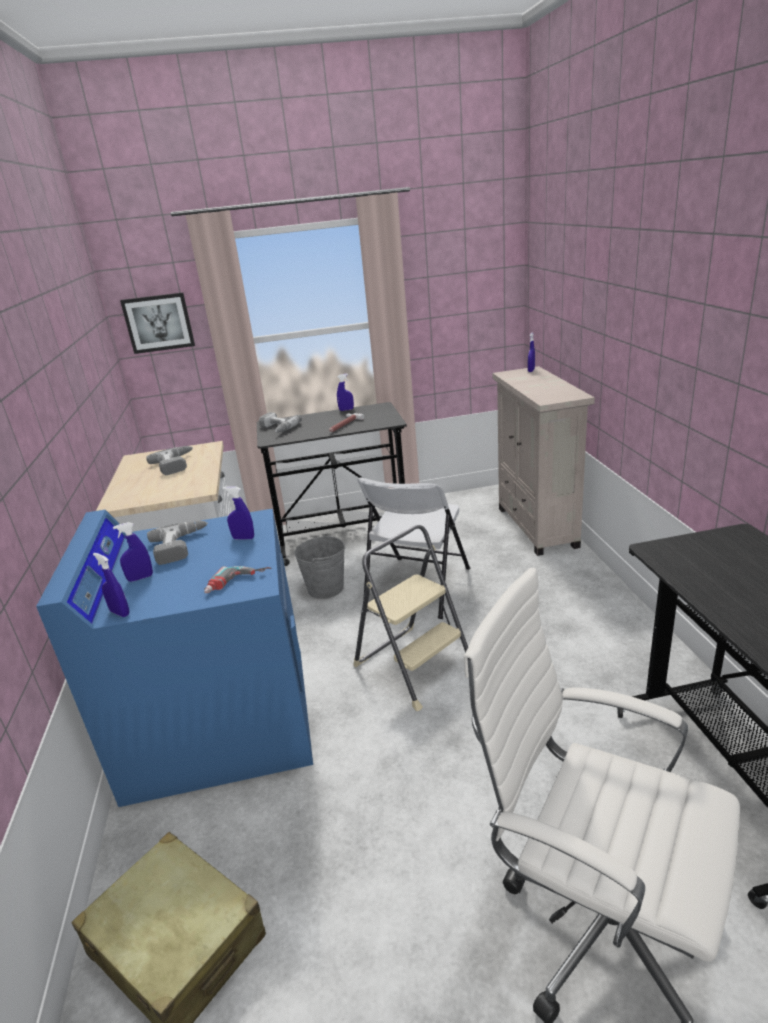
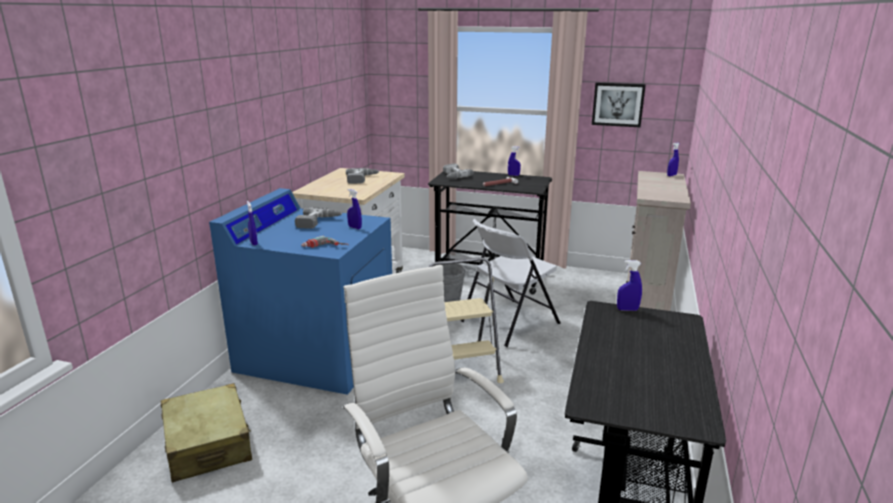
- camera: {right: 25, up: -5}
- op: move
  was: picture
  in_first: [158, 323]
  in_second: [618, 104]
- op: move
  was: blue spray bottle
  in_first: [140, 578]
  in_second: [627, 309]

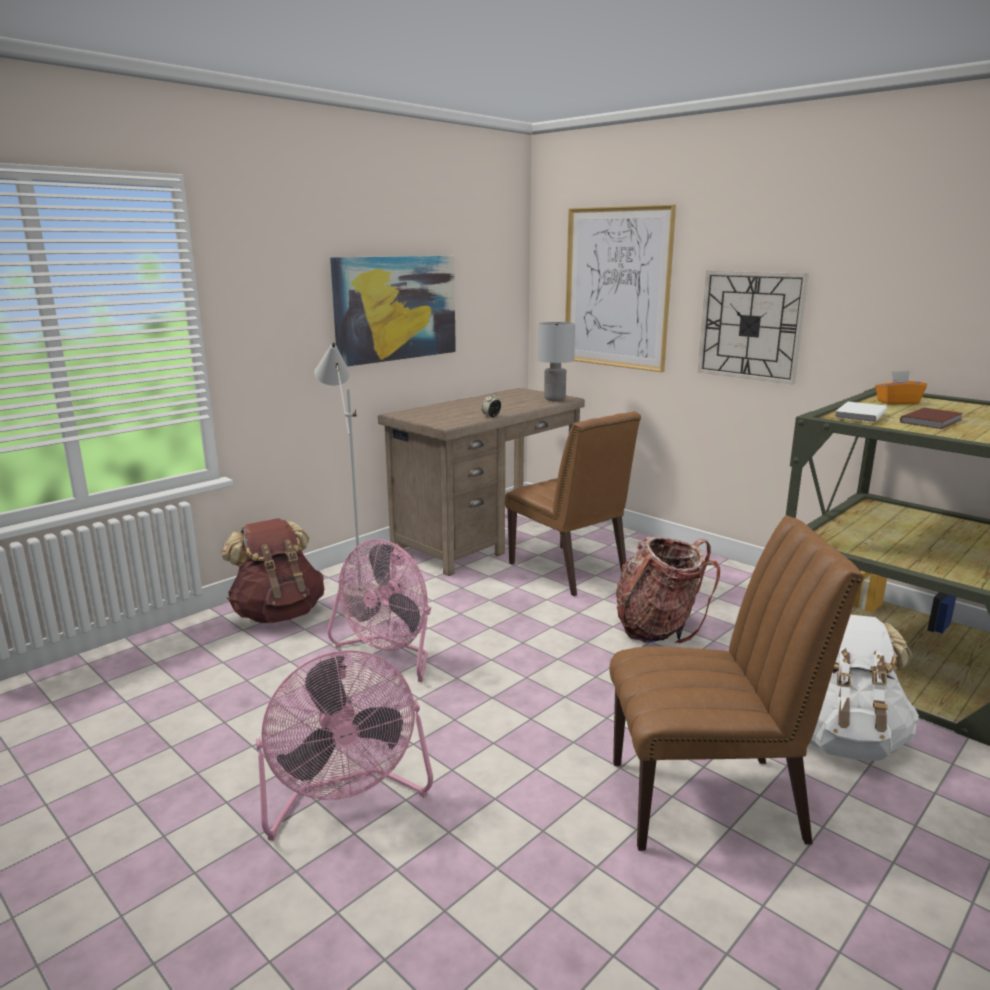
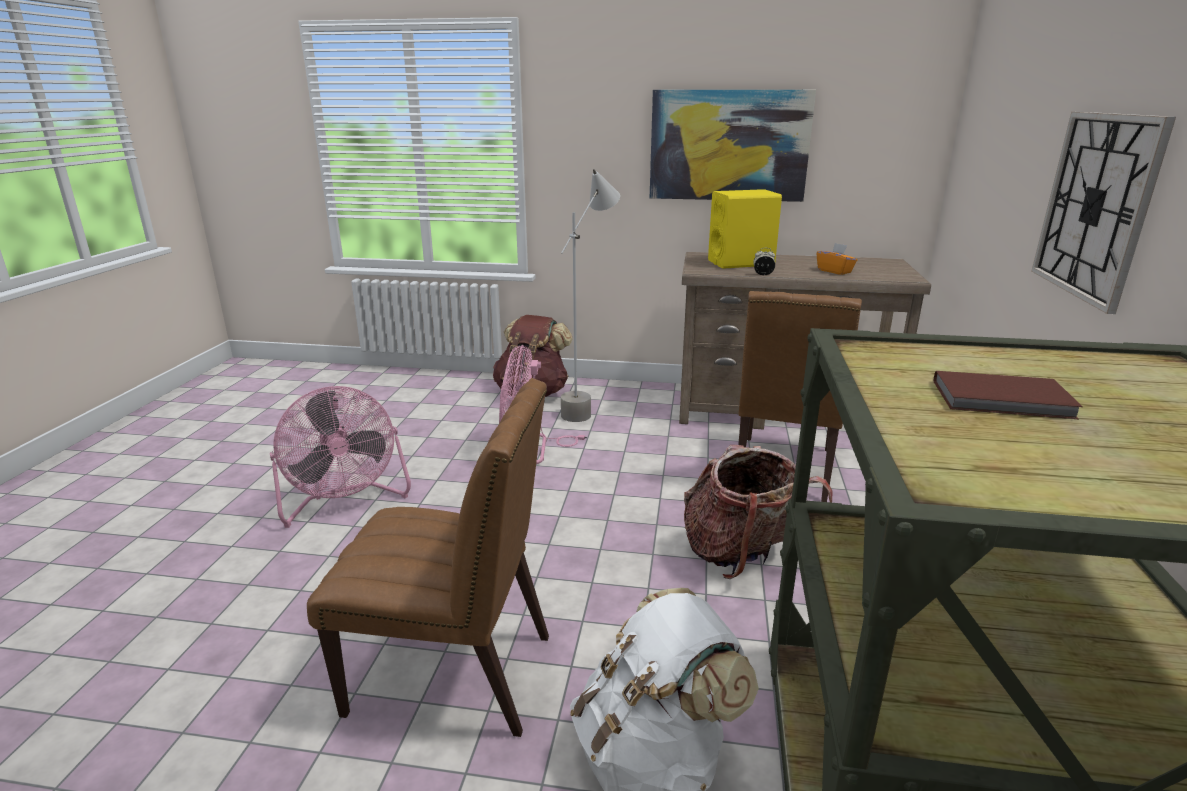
- camera: {right: 55, up: 5}
- op: delete
  was: picture
  in_first: [616, 288]
- op: delete
  was: grey table lamp
  in_first: [554, 400]
- op: move
  was: orange tissue box
  in_first: [897, 402]
  in_second: [834, 271]
- op: delete
  was: white book
  in_first: [858, 414]
- op: rotate
  was: brown chair
  in_first: [704, 802]
  in_second: [450, 674]
  clockwise: -45
- op: rotate
  was: pink fan
  in_first: [338, 797]
  in_second: [339, 501]
  clockwise: -60
- op: insert
  now: yellow speaker
  in_second: [741, 263]

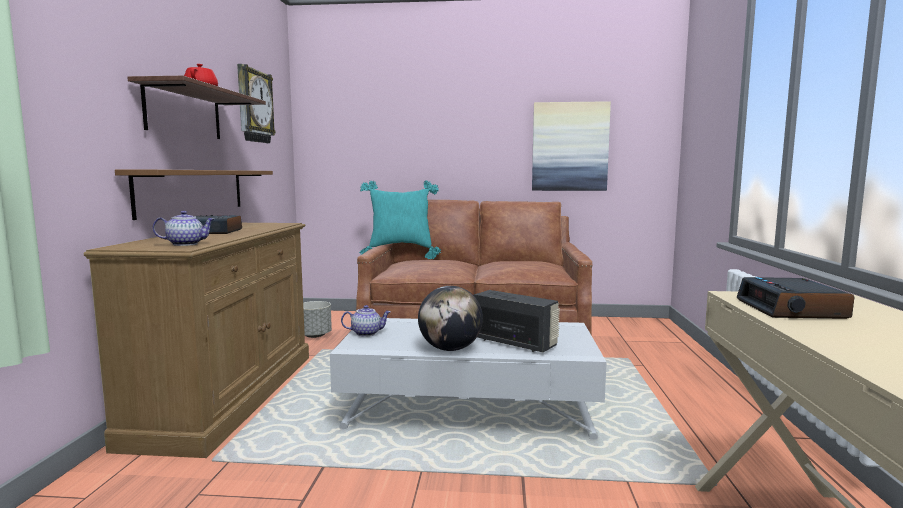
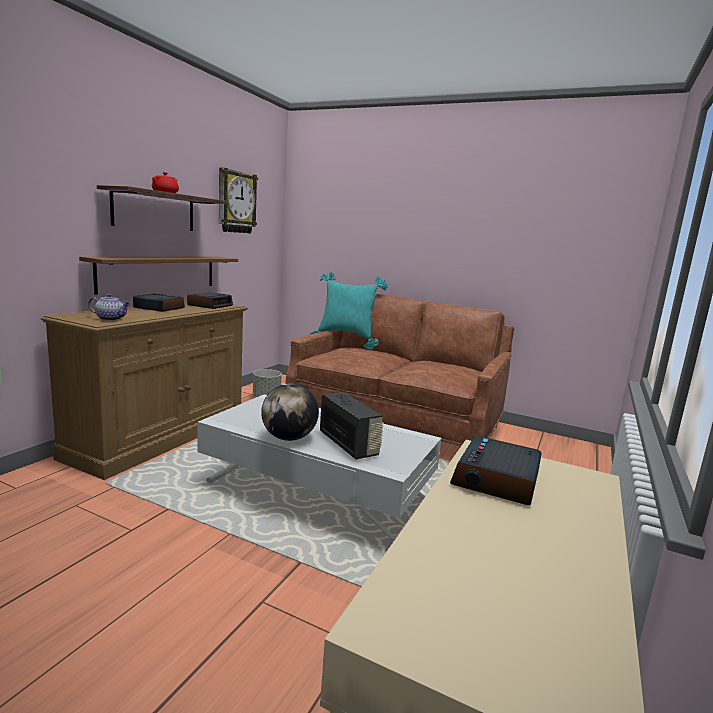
- camera: {right: 20, up: 5}
- op: delete
  was: picture
  in_first: [570, 147]
- op: delete
  was: teapot
  in_first: [366, 333]
- op: insert
  now: alarm clock
  in_second: [210, 305]

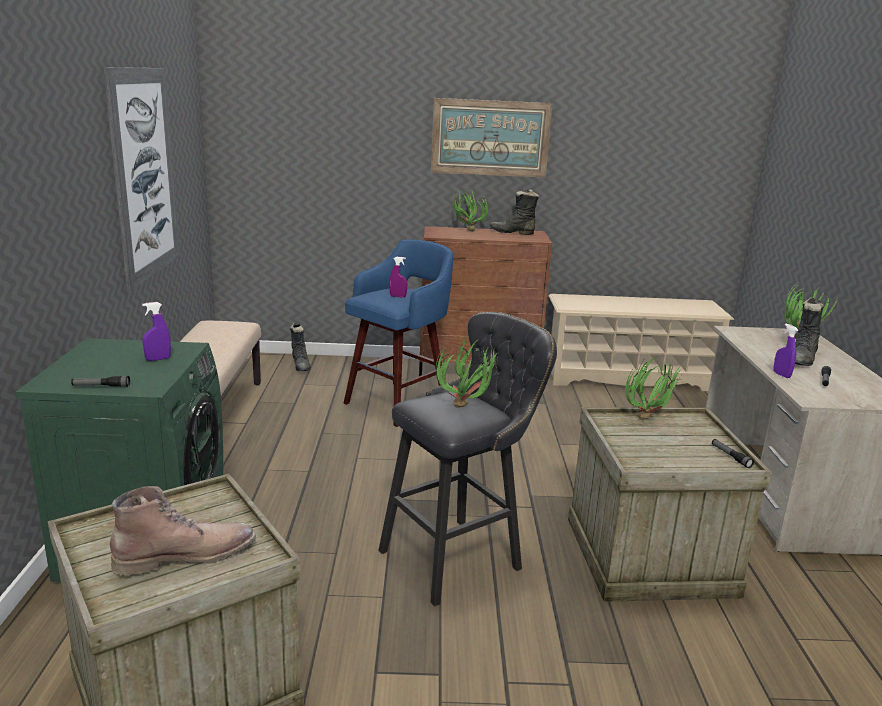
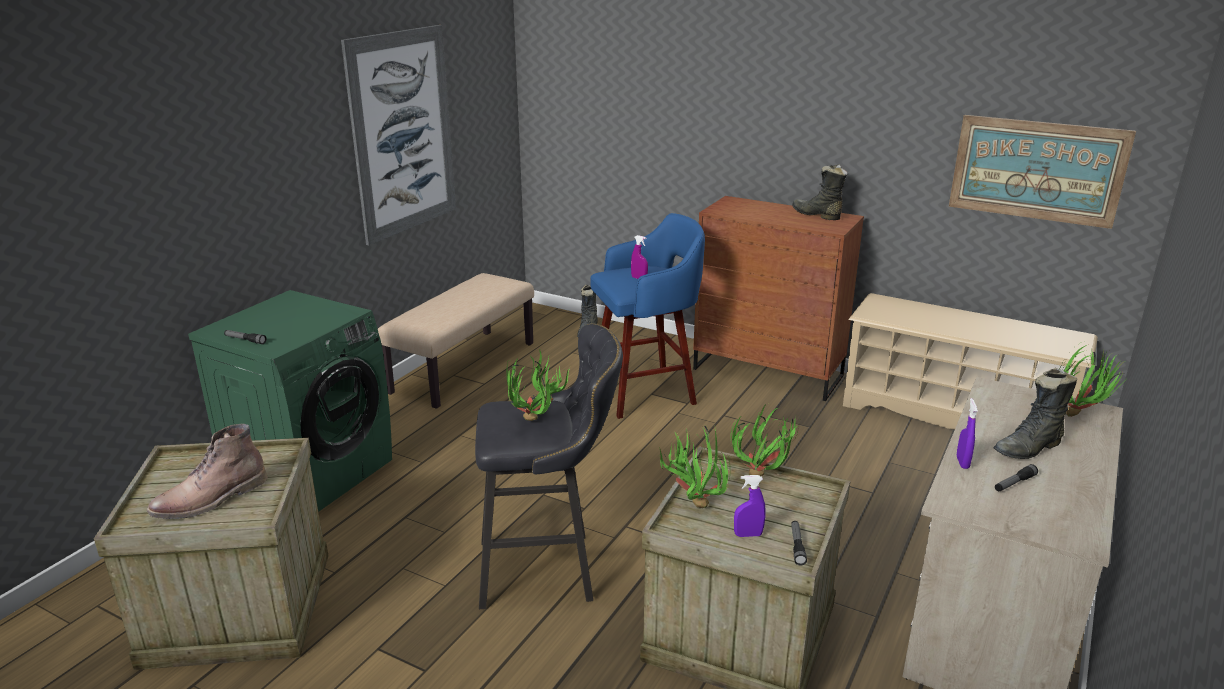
- camera: {right: 30, up: 5}
- op: move
  was: picture
  in_first: [490, 138]
  in_second: [1037, 170]
- op: move
  was: potted plant
  in_first: [466, 231]
  in_second: [693, 503]
- op: move
  was: purple spray bottle
  in_first: [158, 359]
  in_second: [748, 535]
- op: rotate
  was: brown boot
  in_first: [186, 555]
  in_second: [210, 499]
  clockwise: 135

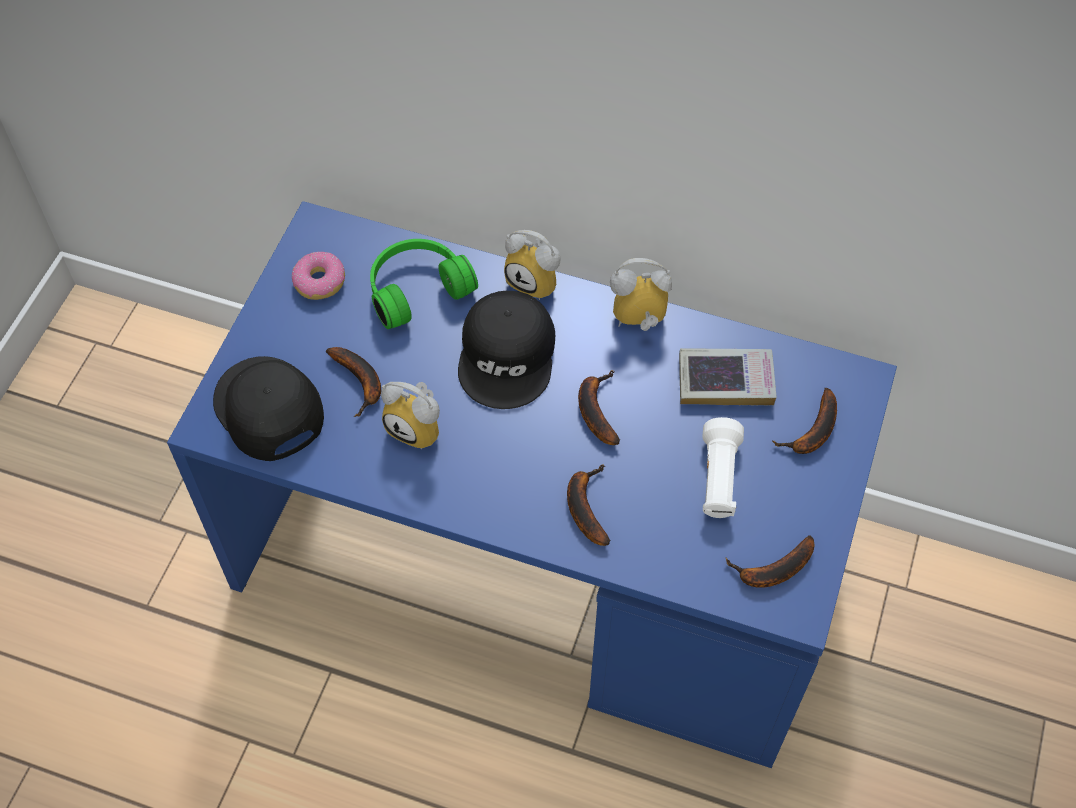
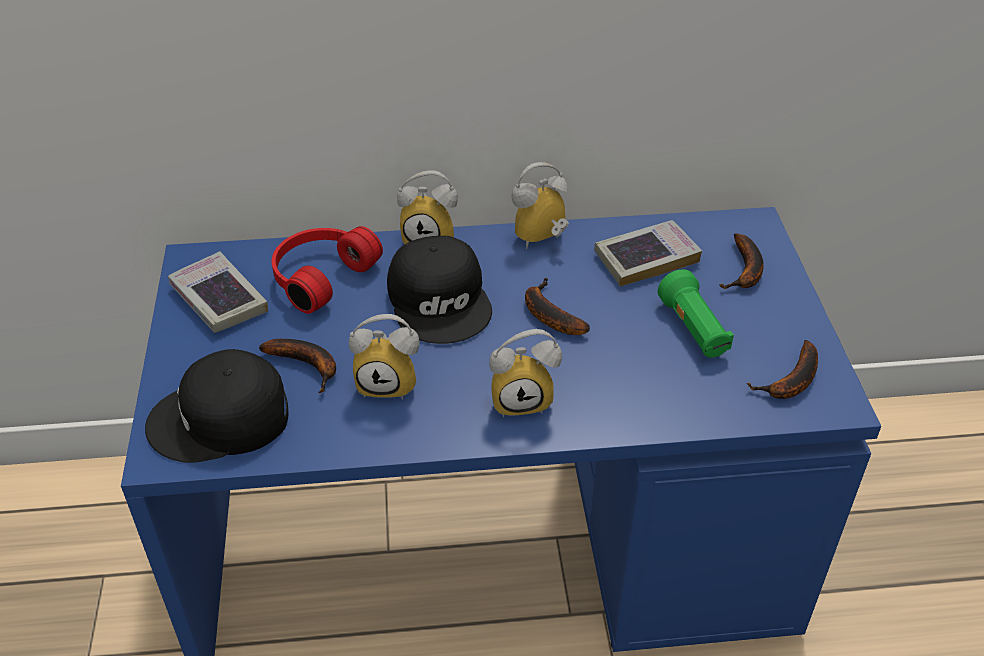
- camera: {right: -25, up: -15}
- op: recolor
  was: green headphones
  now: red headphones
  in_first: [416, 288]
  in_second: [319, 276]
- op: replace
  was: donut
  now: book
  in_first: [319, 281]
  in_second: [218, 299]
- op: rotate
  was: black cap
  in_first: [267, 410]
  in_second: [221, 420]
  clockwise: -45
- op: recolor
  was: white flashlight
  now: green flashlight
  in_first: [718, 479]
  in_second: [693, 330]
- op: delete
  was: banana
  in_first: [585, 506]
- op: insert
  now: alarm clock
  in_second: [522, 398]

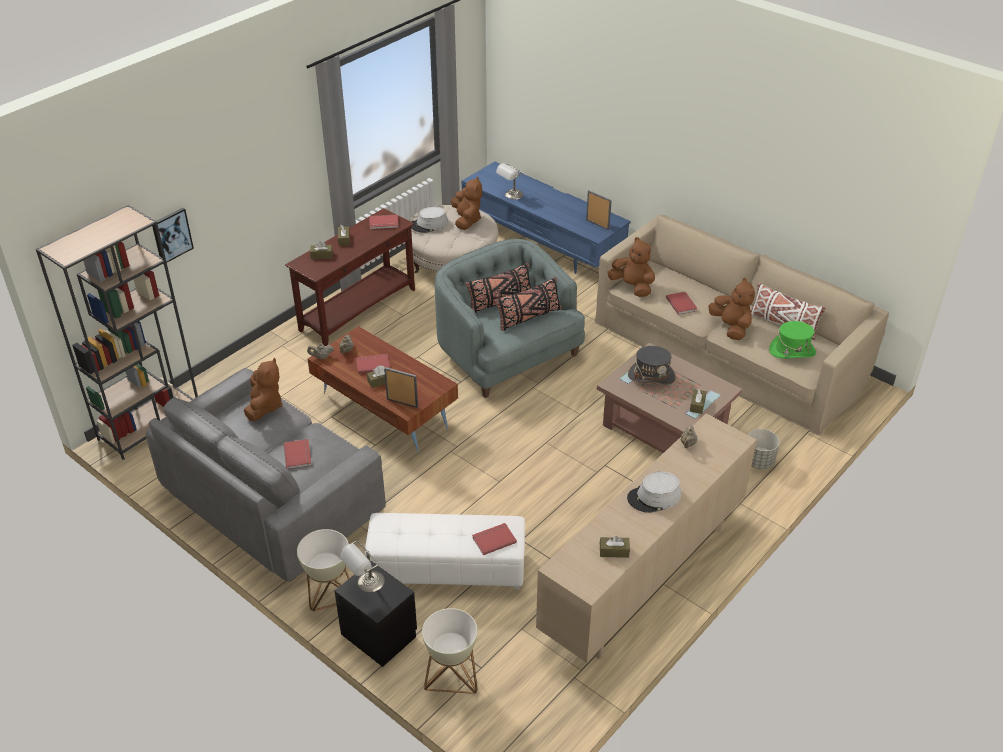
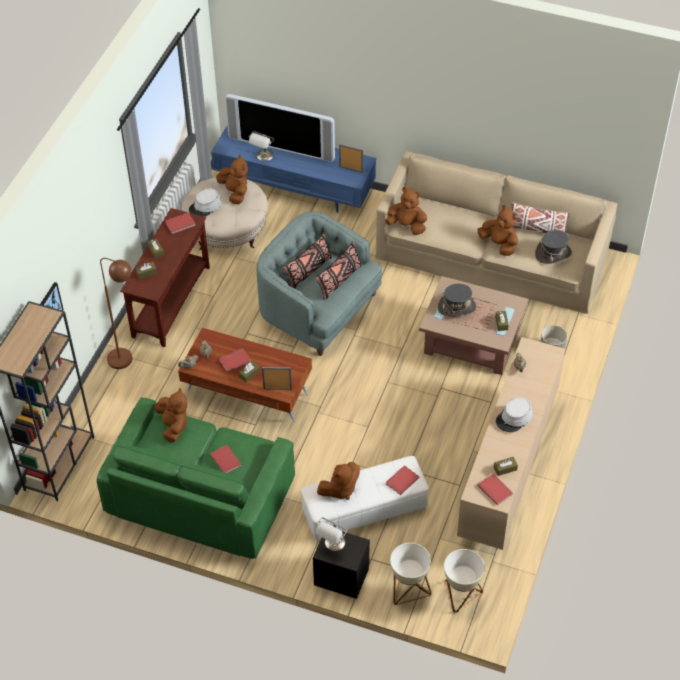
- camera: {right: -20, up: 10}
- op: move
  was: red book
  in_first: [682, 304]
  in_second: [495, 489]
- op: recolor
  was: green hat
  now: grey hat
  in_first: [792, 351]
  in_second: [553, 254]
- op: recolor
  was: grey sofa
  now: green sofa
  in_first: [271, 499]
  in_second: [200, 496]
- op: move
  was: planter
  in_first: [330, 595]
  in_second: [460, 595]
- op: insert
  now: television
  in_second: [282, 146]
- op: insert
  now: brown floor lamp
  in_second: [127, 362]
- op: insert
  now: brown plush toy
  in_second: [340, 489]

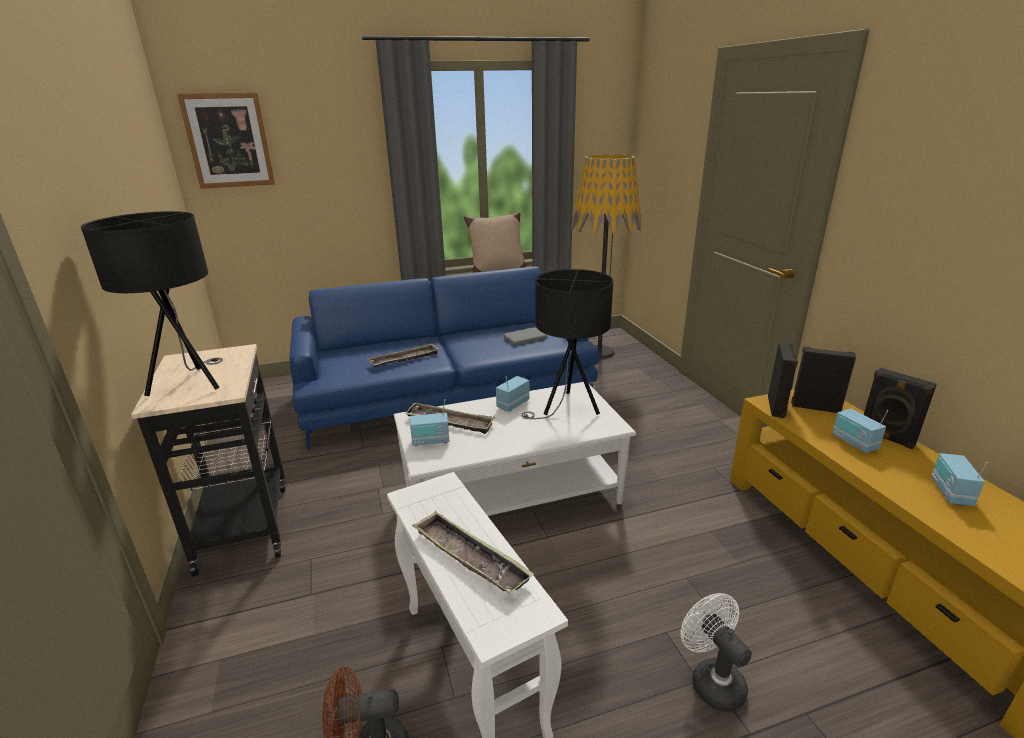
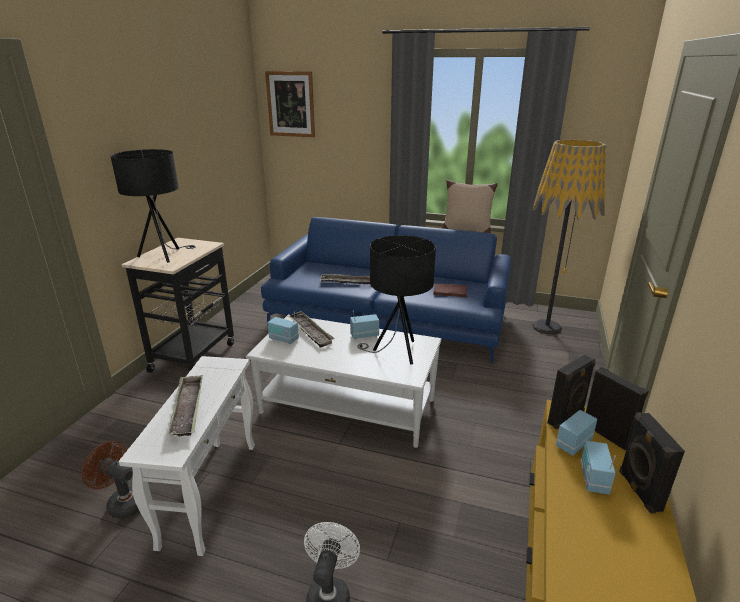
- camera: {right: 35, up: 0}
- op: recolor
  was: grey book
  now: brown book
  in_first: [524, 338]
  in_second: [449, 291]
- op: move
  was: radio
  in_first: [950, 493]
  in_second: [573, 443]

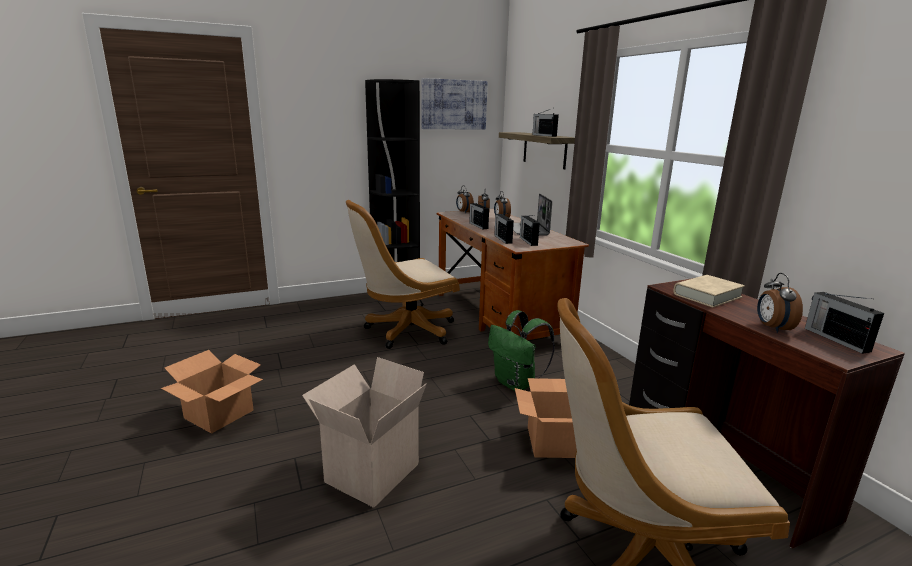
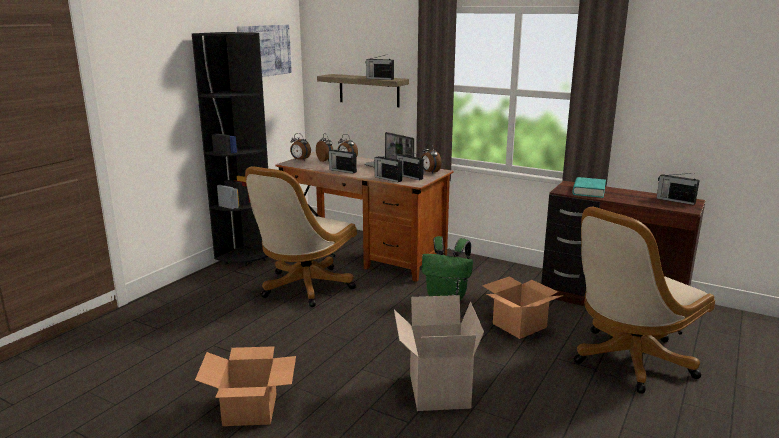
- camera: {right: -35, up: 0}
- op: move
  was: alarm clock
  in_first: [772, 328]
  in_second: [429, 172]
- op: recolor
  was: beige book
  now: turquoise book
  in_first: [707, 295]
  in_second: [588, 191]

